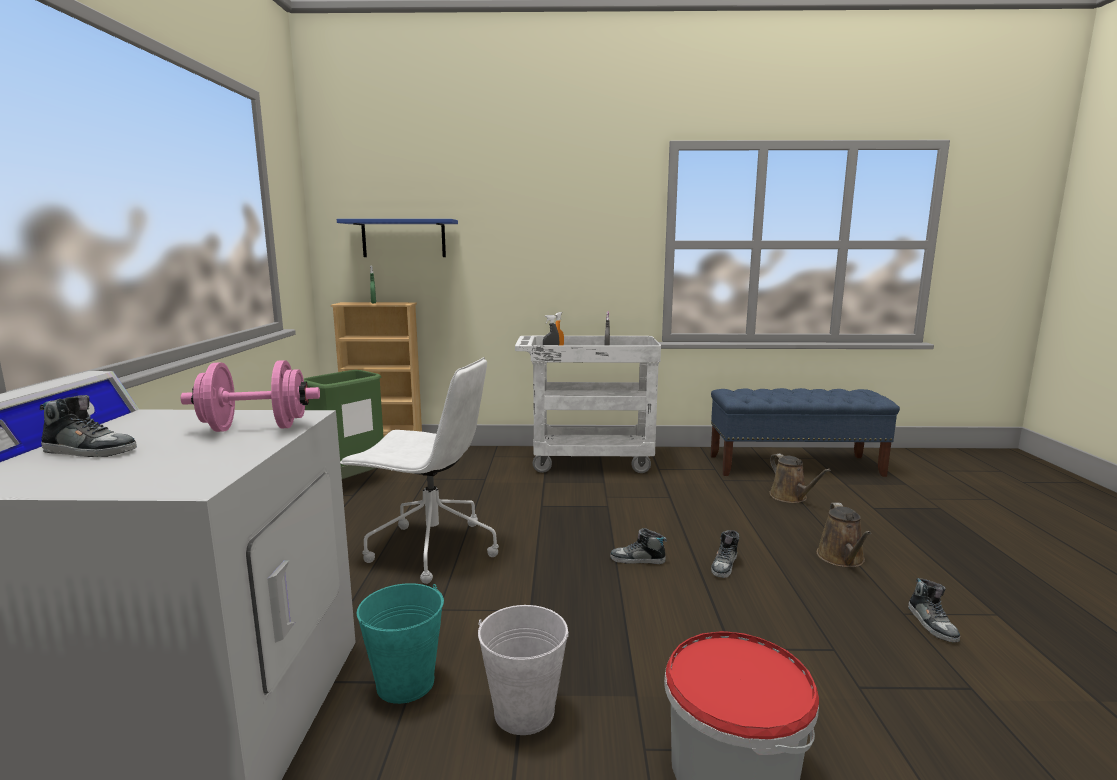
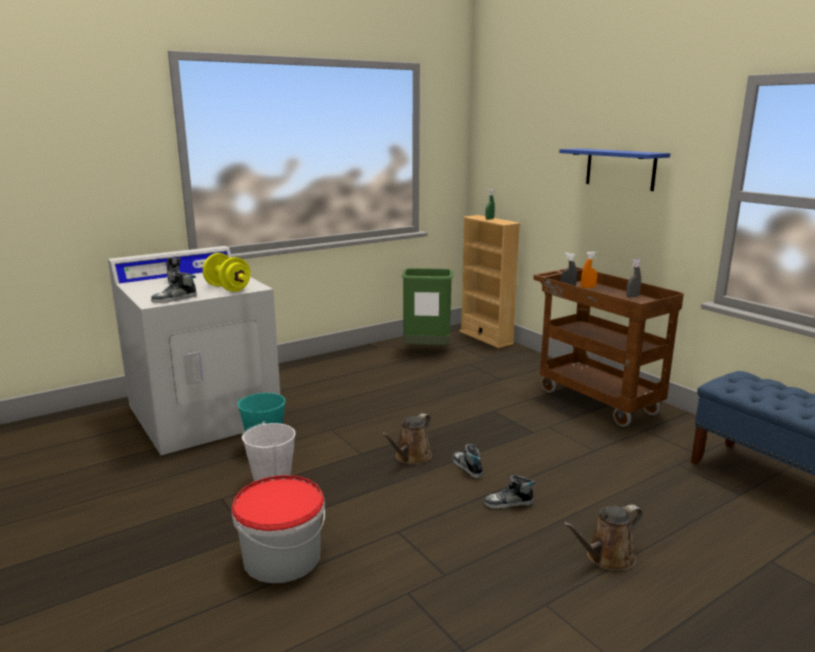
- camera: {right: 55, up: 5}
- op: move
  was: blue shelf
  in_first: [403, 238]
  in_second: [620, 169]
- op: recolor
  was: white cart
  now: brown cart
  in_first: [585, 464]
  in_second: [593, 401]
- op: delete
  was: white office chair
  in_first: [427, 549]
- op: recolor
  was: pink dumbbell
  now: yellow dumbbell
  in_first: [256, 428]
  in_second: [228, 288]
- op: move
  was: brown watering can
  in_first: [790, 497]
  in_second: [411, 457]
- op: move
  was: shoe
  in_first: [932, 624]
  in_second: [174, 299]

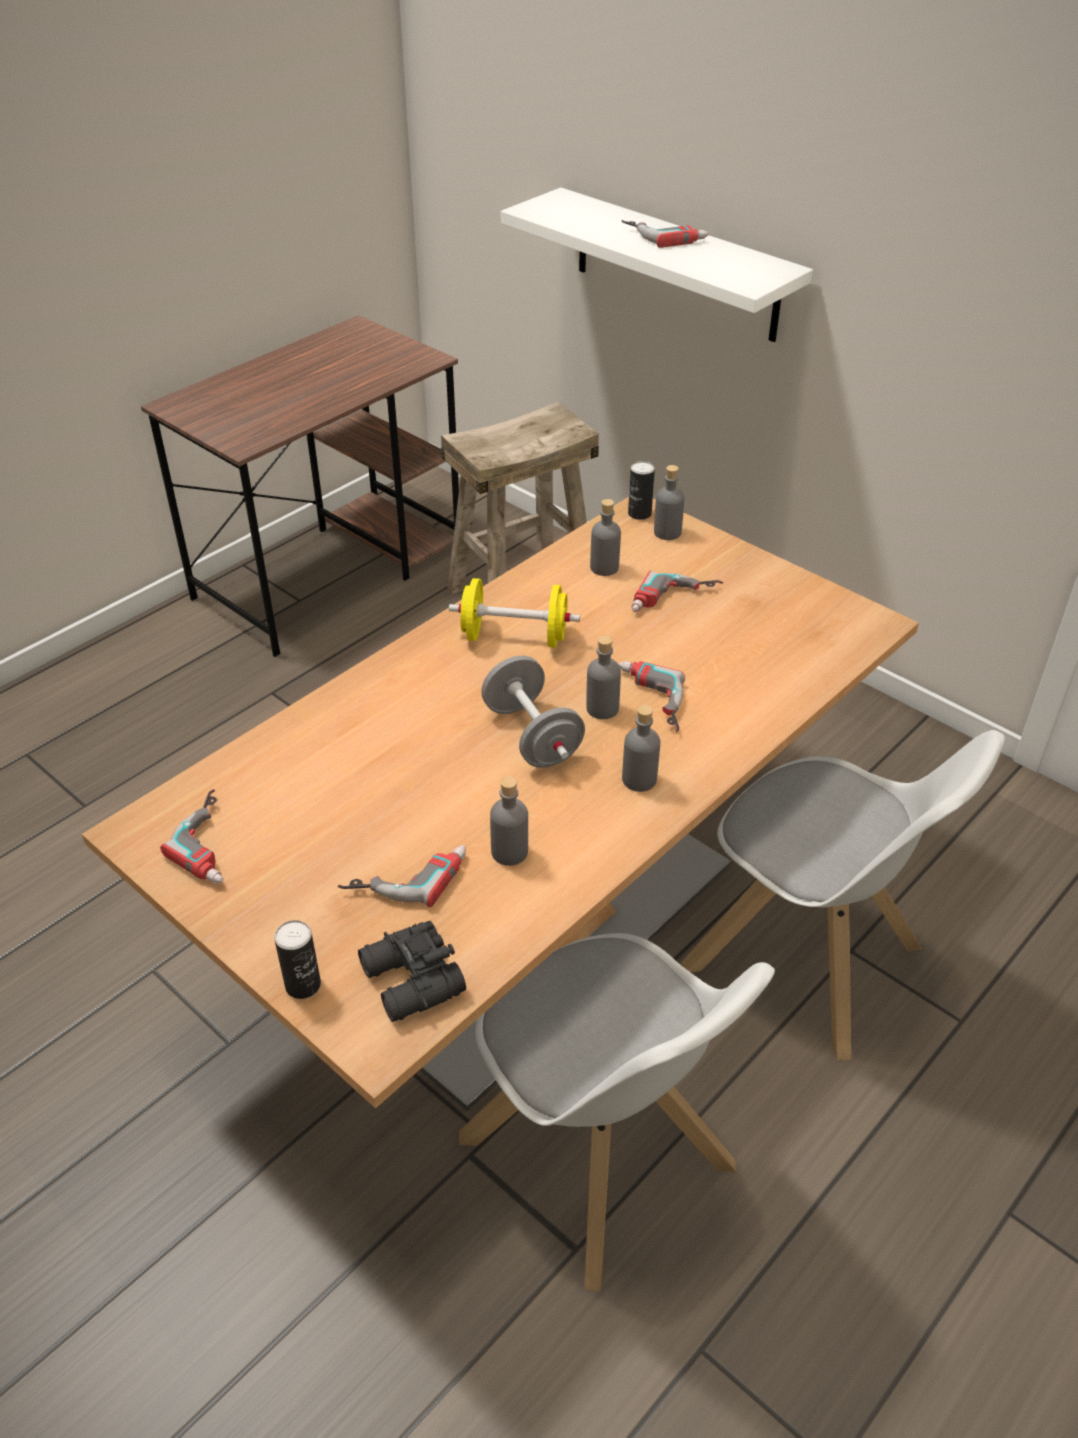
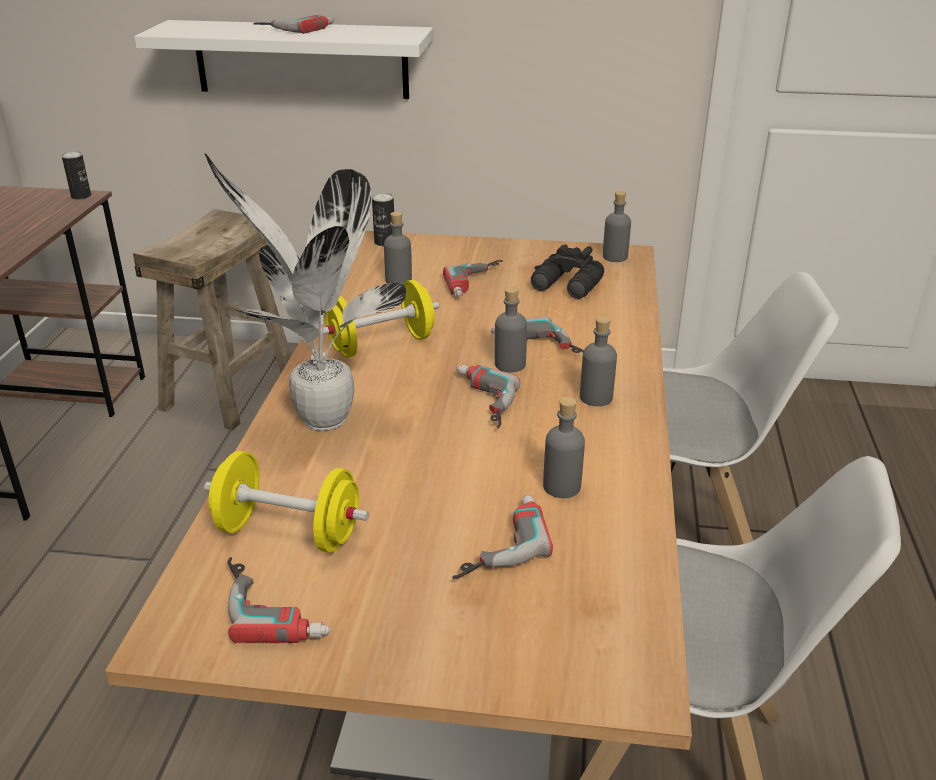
- camera: {right: -35, up: -10}
- op: move
  was: grey bottle
  in_first: [667, 532]
  in_second: [615, 257]
- op: replace
  was: grey dumbbell
  now: power drill
  in_first: [532, 736]
  in_second: [478, 402]
- op: move
  was: can
  in_first: [303, 985]
  in_second: [81, 196]
- op: move
  was: black binoculars
  in_first: [411, 982]
  in_second: [567, 286]
- op: insert
  now: potted plant
  in_second: [319, 419]
- op: insert
  now: yellow dumbbell
  in_second: [289, 532]

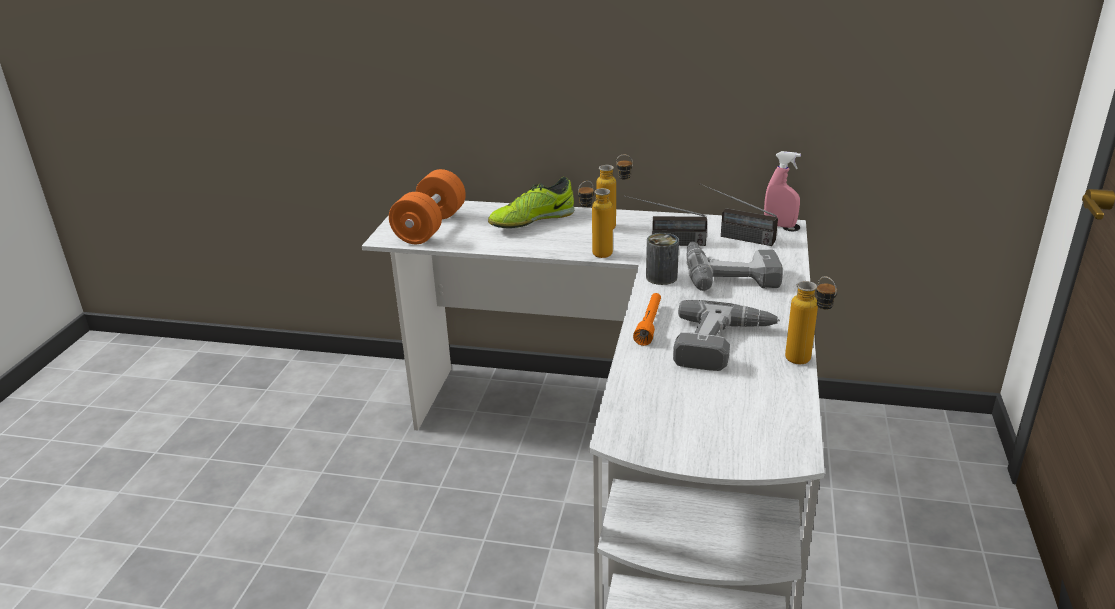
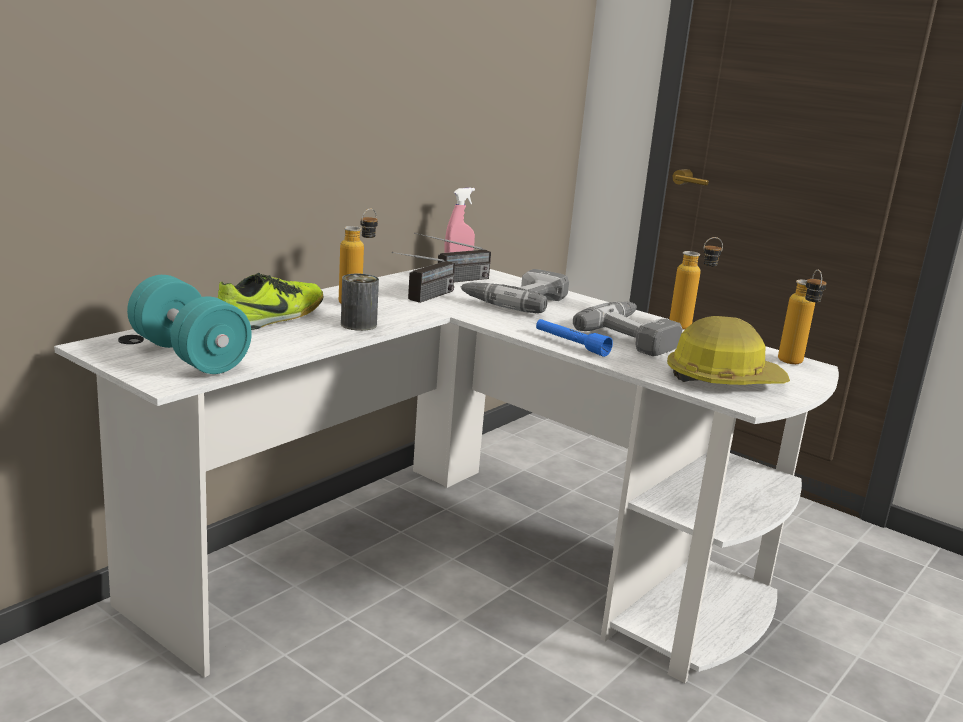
- camera: {right: -65, up: -10}
- op: recolor
  was: orange dumbbell
  now: turquoise dumbbell
  in_first: [430, 227]
  in_second: [189, 355]
- op: rotate
  was: shoe
  in_first: [531, 220]
  in_second: [272, 319]
  clockwise: -135
- op: move
  was: bottle
  in_first: [595, 256]
  in_second: [793, 364]
- op: move
  was: can
  in_first: [661, 277]
  in_second: [358, 324]
- op: recolor
  was: orange flashlight
  now: blue flashlight
  in_first: [649, 324]
  in_second: [571, 344]
- op: insert
  now: hard hat
  in_second: [723, 379]

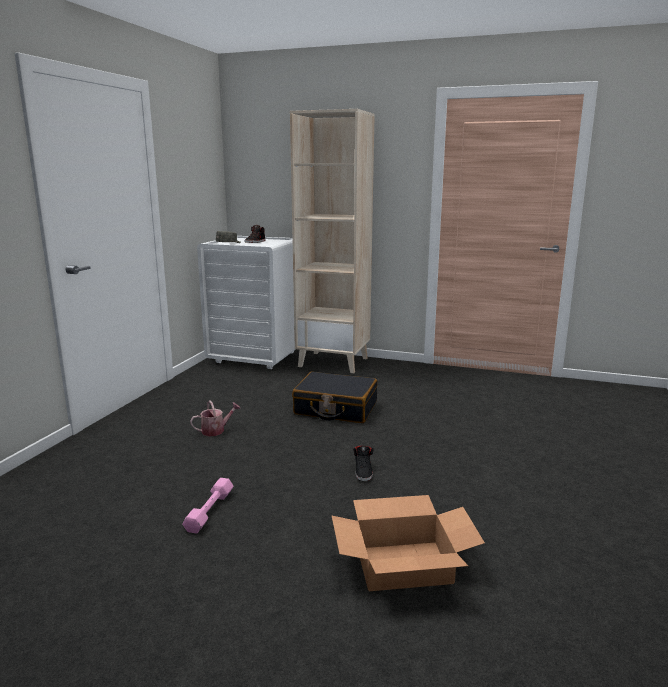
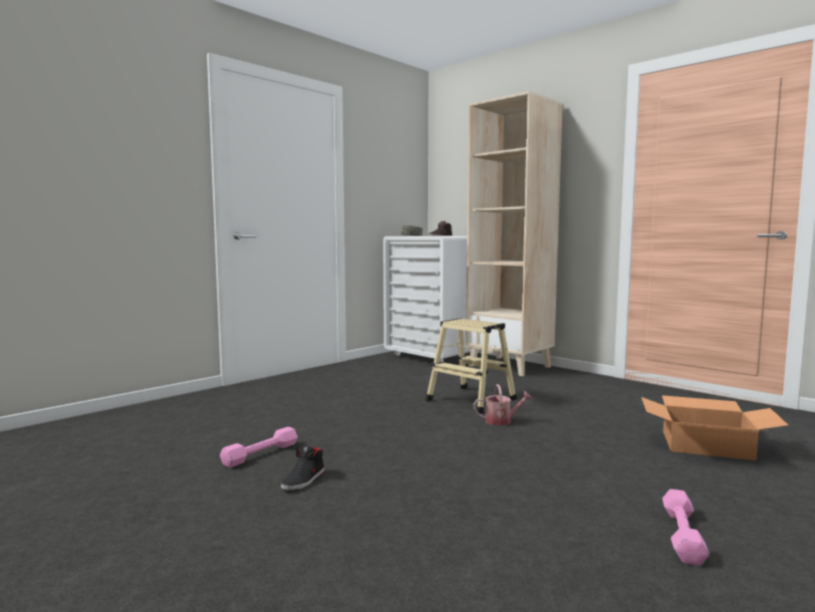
- camera: {right: 25, up: -10}
- op: replace
  was: black suitcase
  now: beige step ladder
  in_first: [335, 408]
  in_second: [471, 399]
- op: move
  was: watering can
  in_first: [216, 430]
  in_second: [502, 421]
- op: move
  was: black shoe
  in_first: [363, 471]
  in_second: [304, 480]
- op: move
  was: cardboard box
  in_first: [403, 565]
  in_second: [706, 445]
- op: insert
  now: pink dumbbell
  in_second: [682, 535]

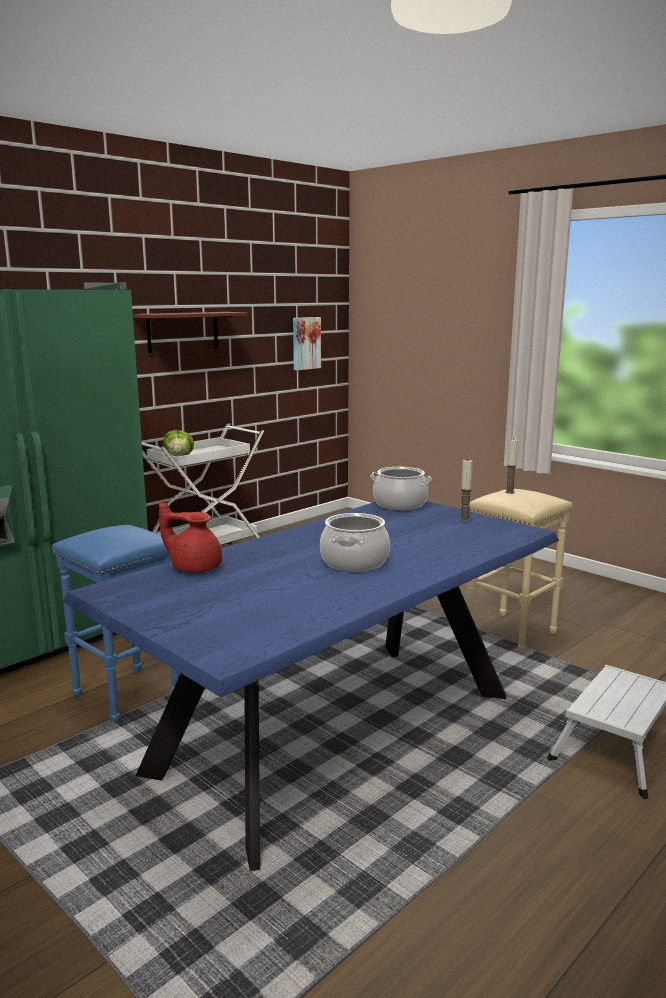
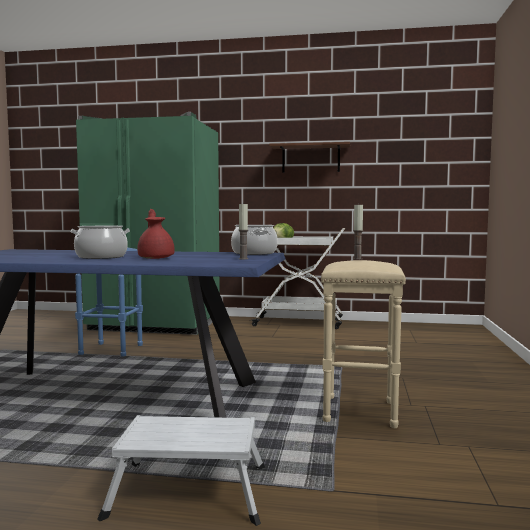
- camera: {right: 55, up: -10}
- op: delete
  was: picture
  in_first: [305, 343]
- op: move
  was: red teapot
  in_first: [194, 567]
  in_second: [156, 258]

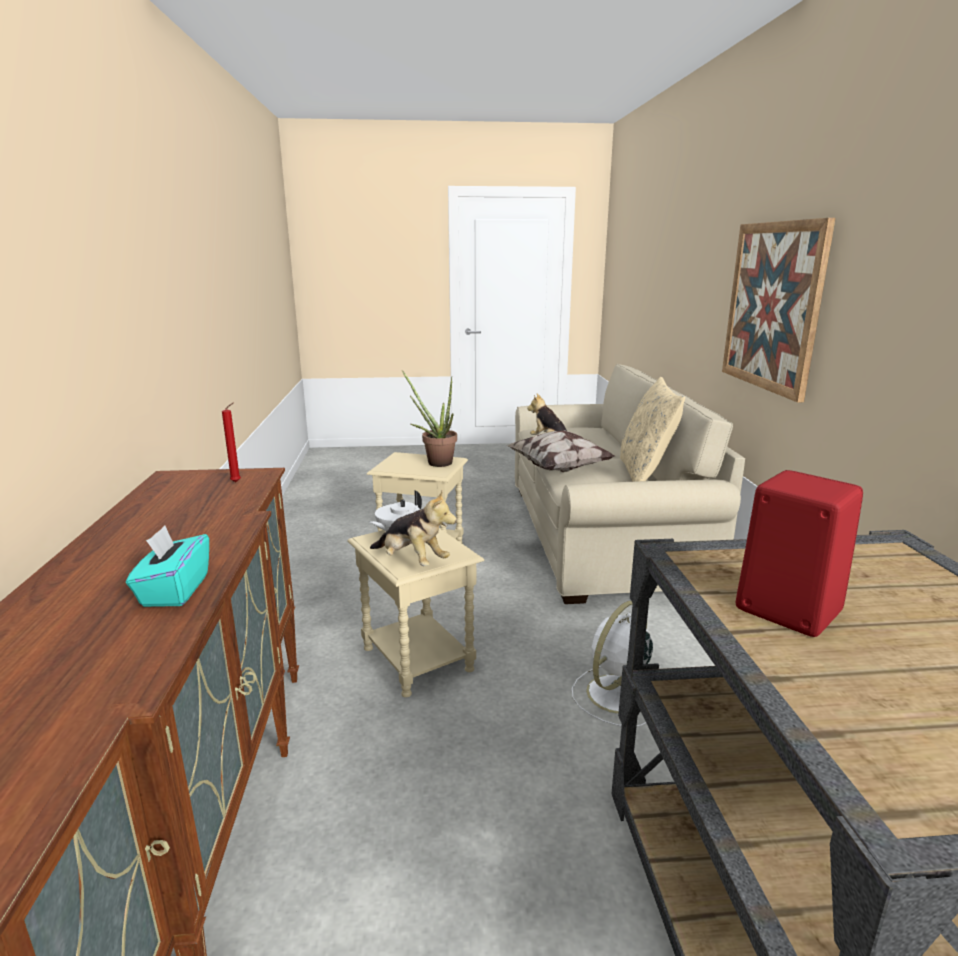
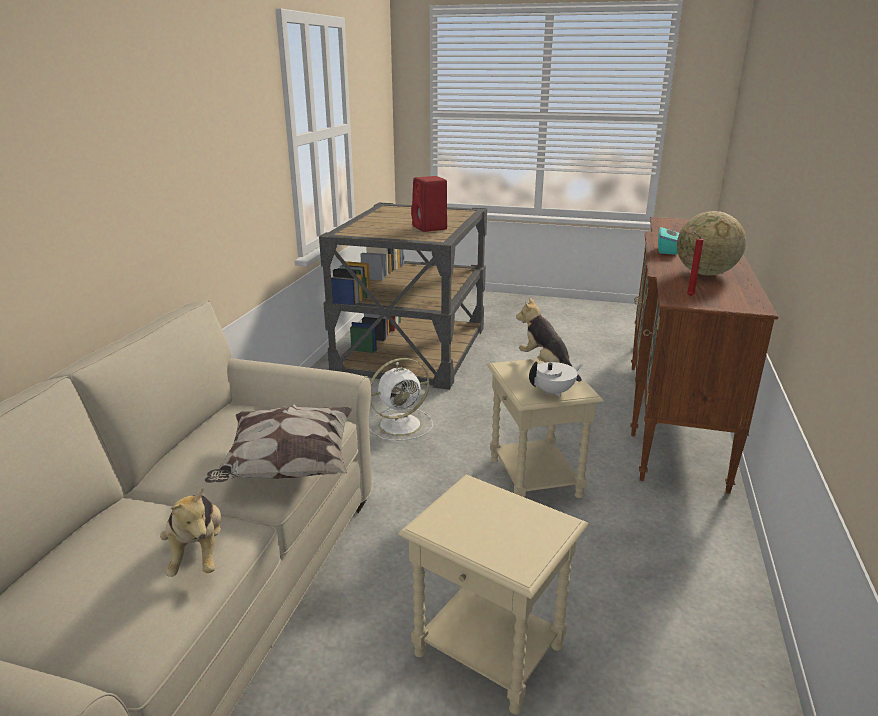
- camera: {right: -160, up: 5}
- op: delete
  was: picture
  in_first: [772, 306]
- op: delete
  was: potted plant
  in_first: [435, 462]
- op: delete
  was: beige pillow
  in_first: [645, 474]
- op: insert
  now: globe
  in_second: [705, 274]

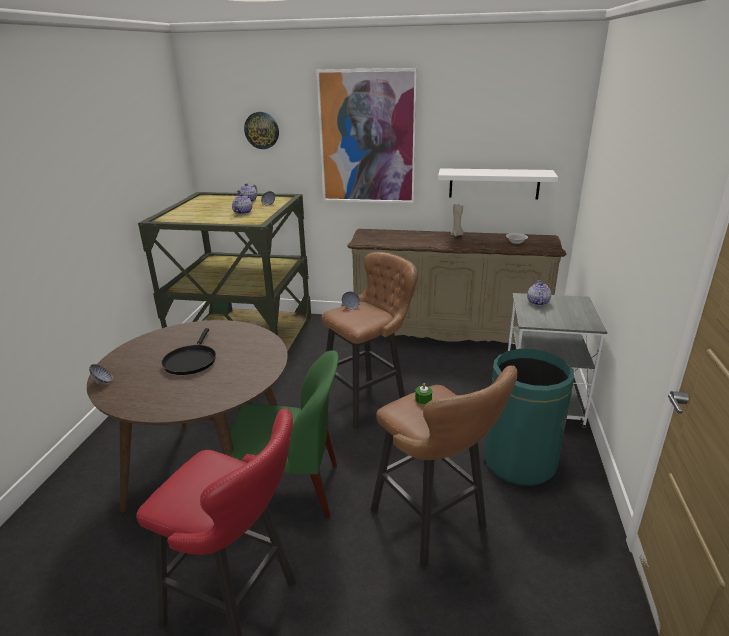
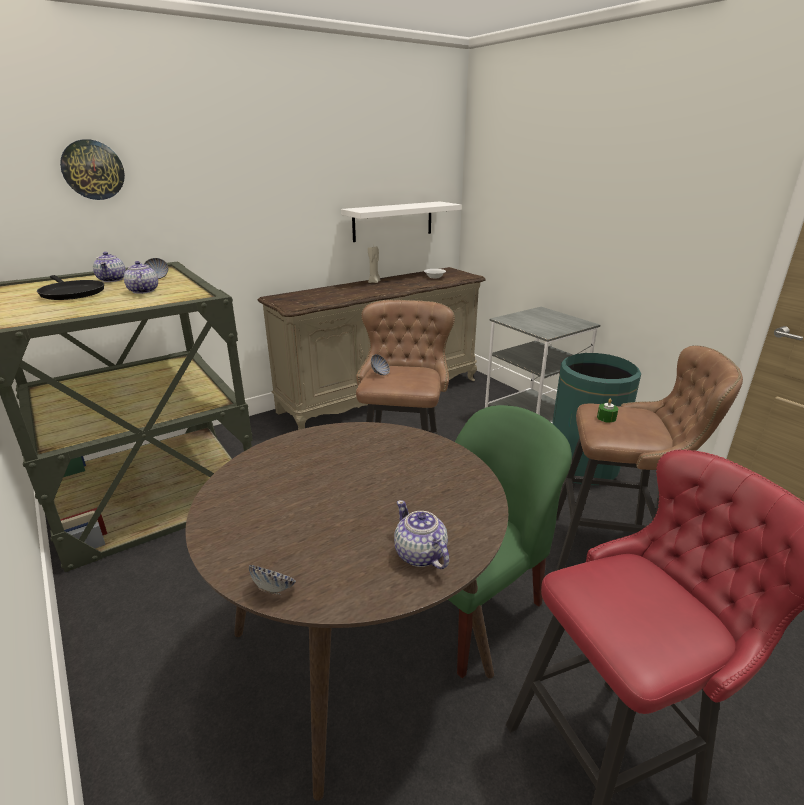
- camera: {right: -45, up: 0}
- op: delete
  was: picture
  in_first: [367, 138]
- op: move
  was: teapot
  in_first: [537, 302]
  in_second: [420, 555]
- op: move
  was: black frying pan
  in_first: [191, 361]
  in_second: [71, 293]

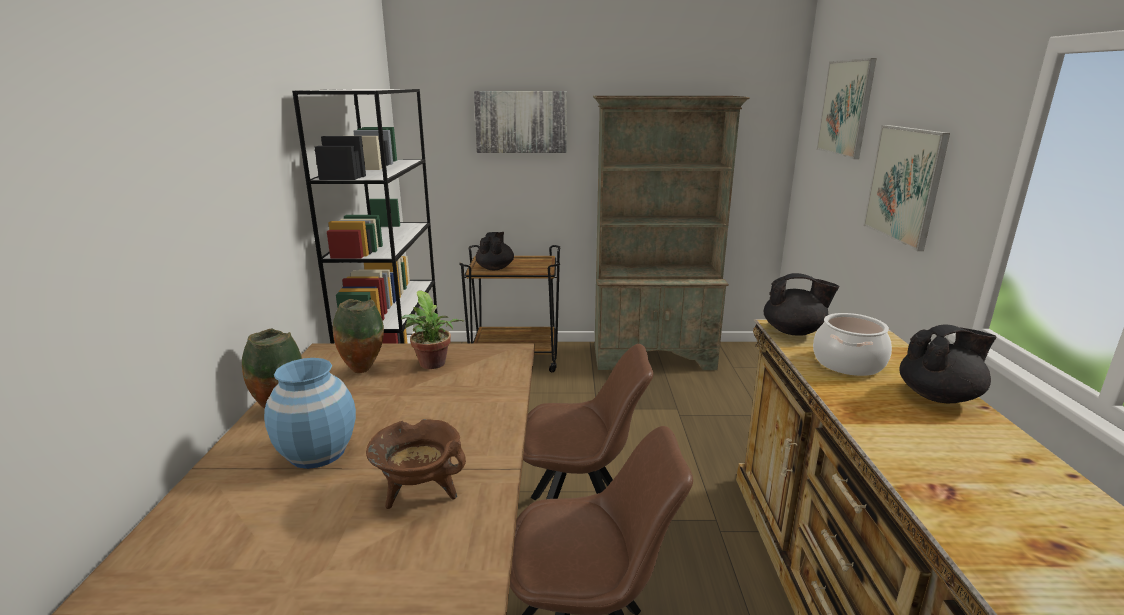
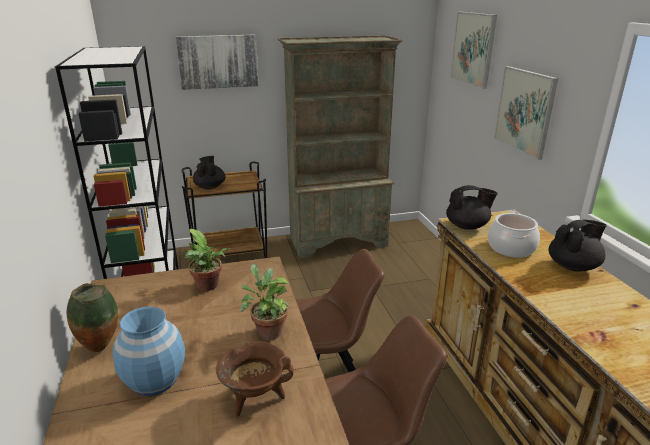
- camera: {right: -15, up: 5}
- op: delete
  was: vase
  in_first: [363, 370]
- op: insert
  now: potted plant
  in_second: [267, 331]

